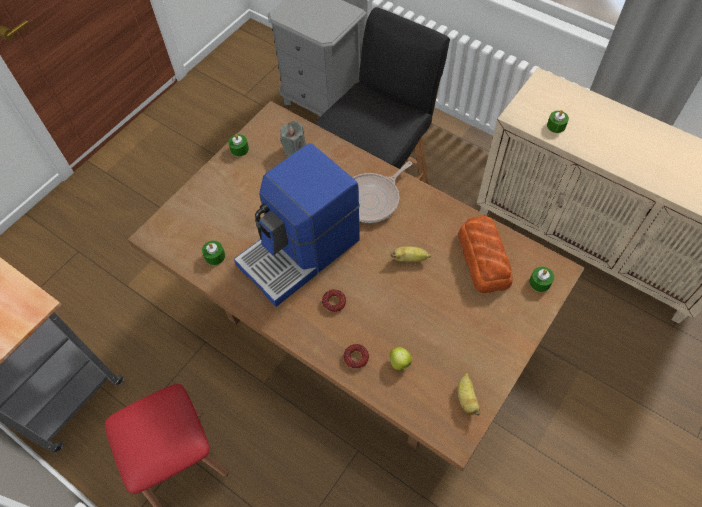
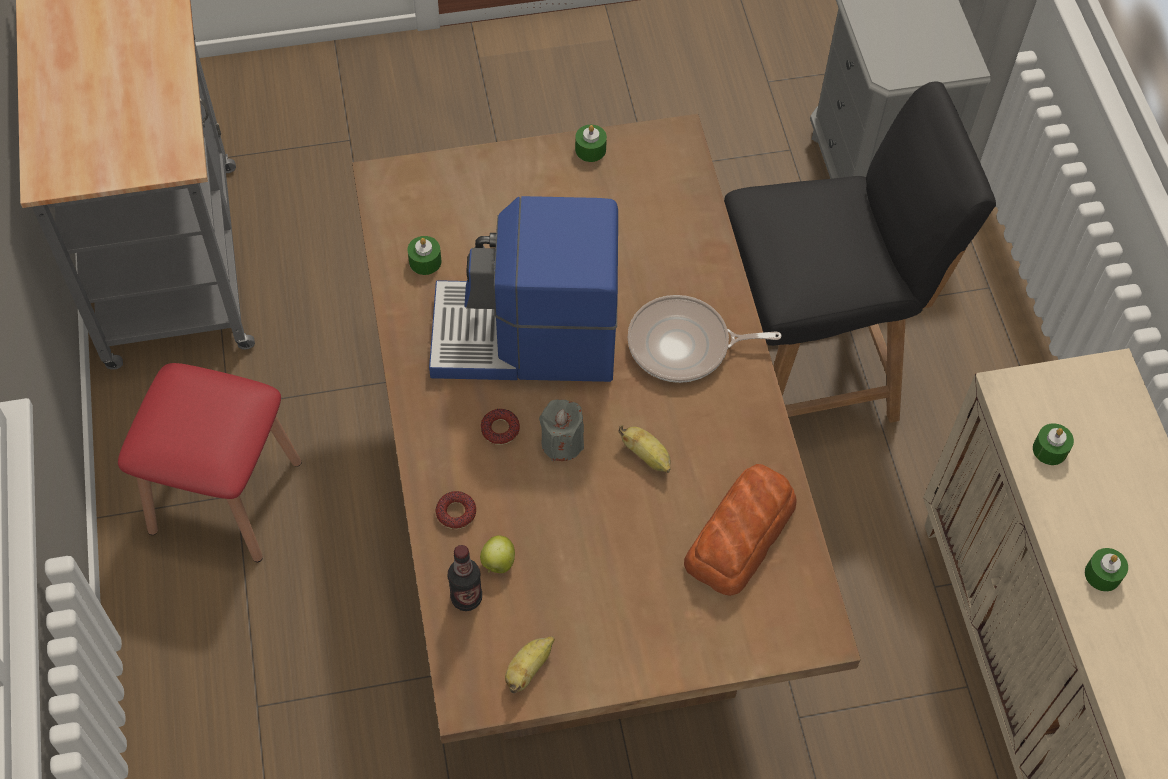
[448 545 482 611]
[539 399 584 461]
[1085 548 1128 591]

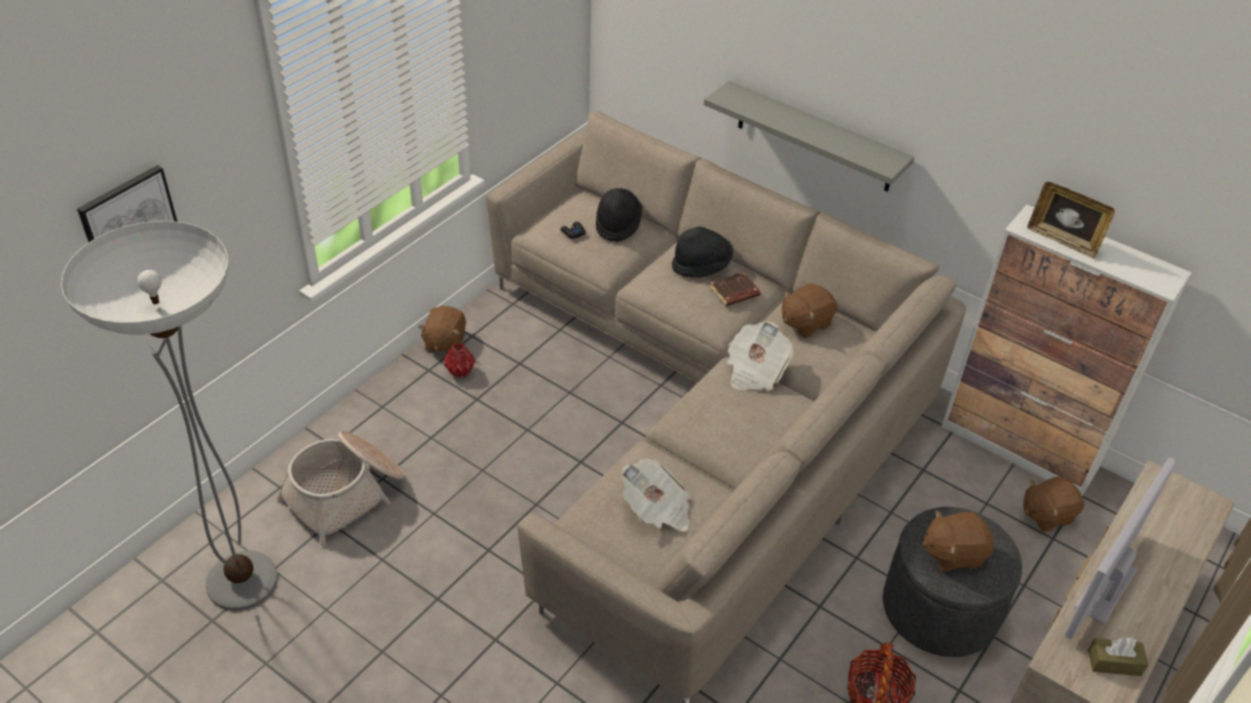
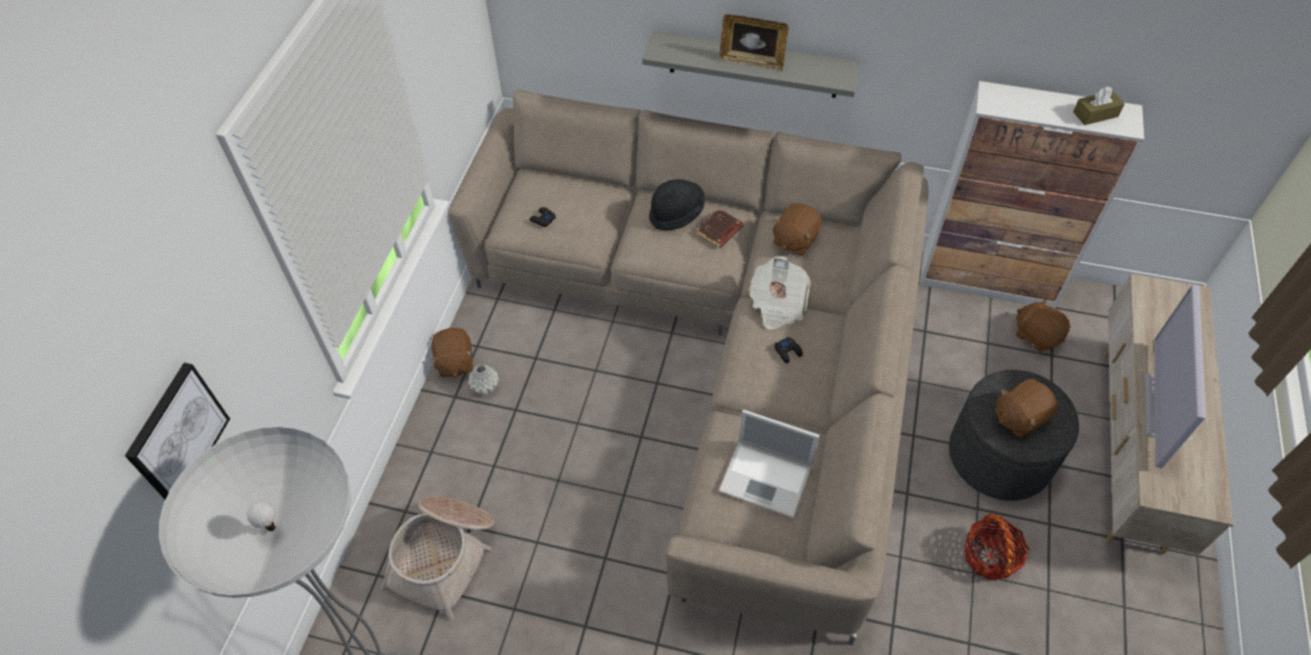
[596 188 642 242] (first image)
[774 337 803 363]
[719 14 788 71]
[1073 87 1125 125]
[719 409 820 518]
[468 364 499 395]
[1016 298 1070 352]

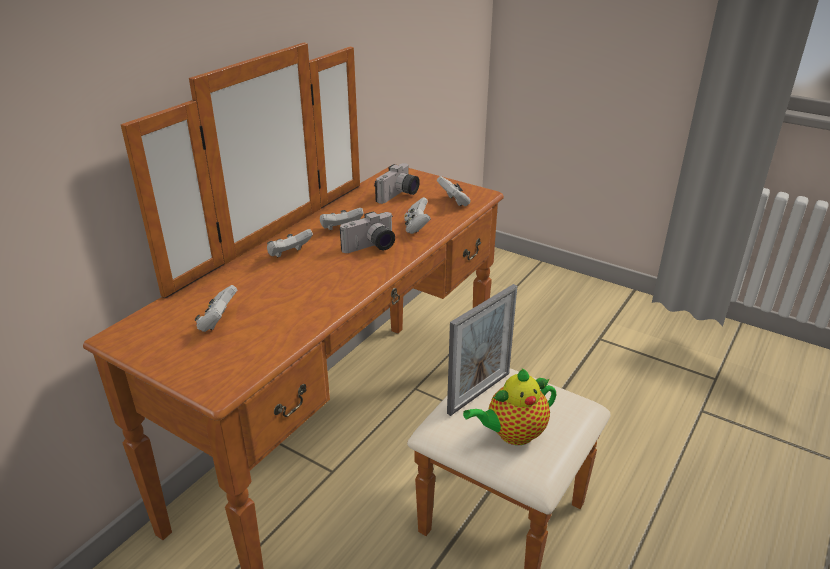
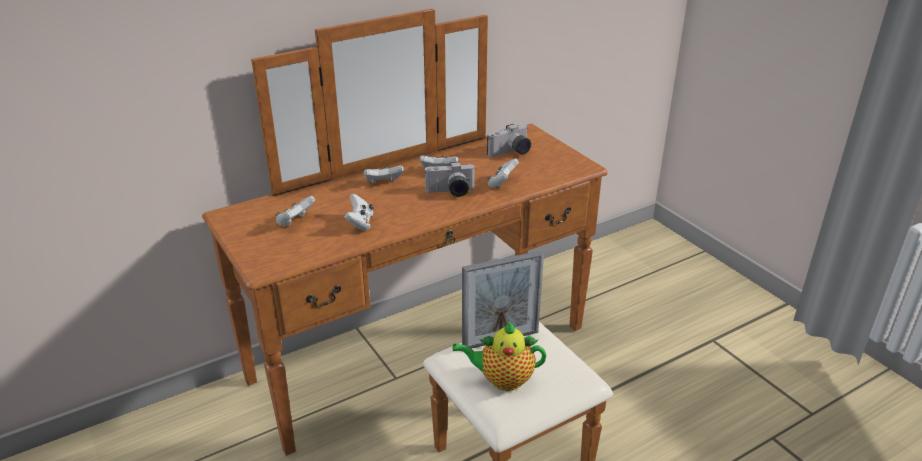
[344 194 374 231]

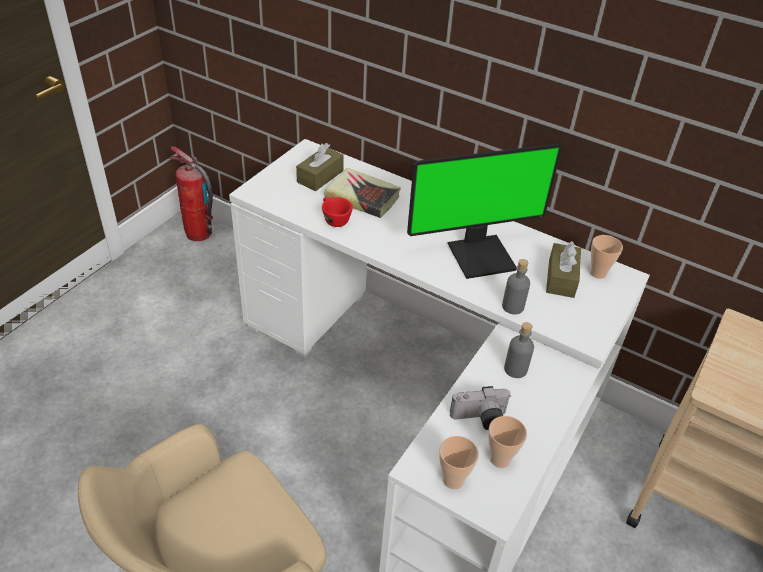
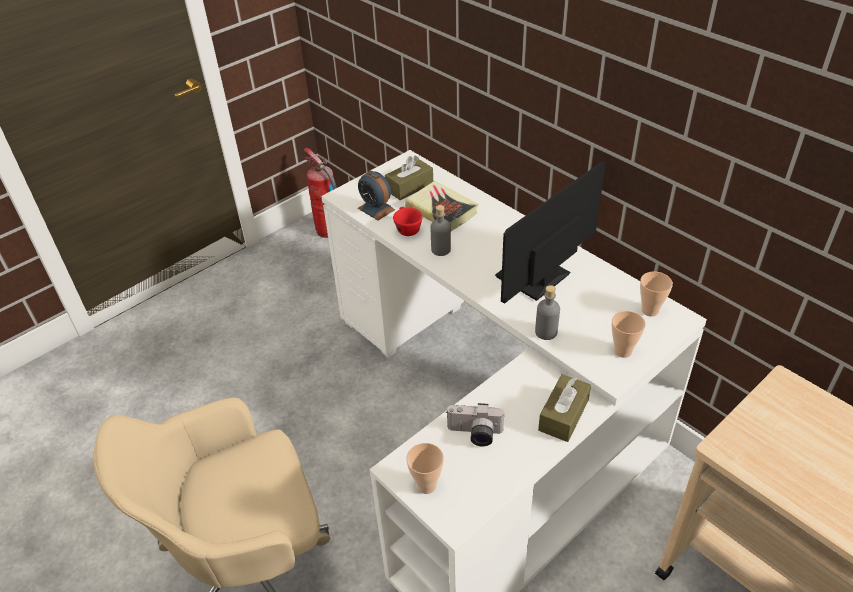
[358 171 395 221]
[612 311 646 358]
[431 205 451 256]
[538 374 591 442]
[495 161 606 303]

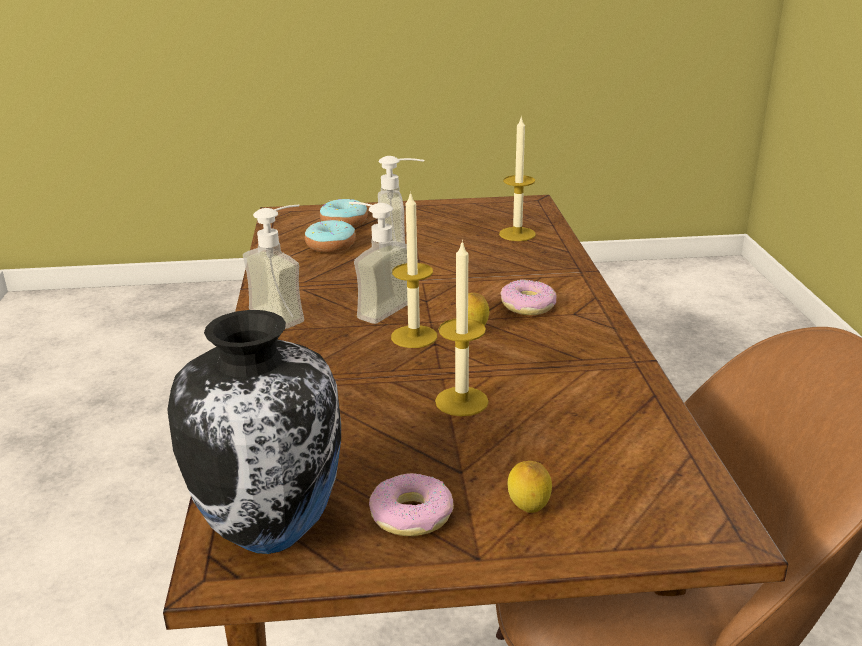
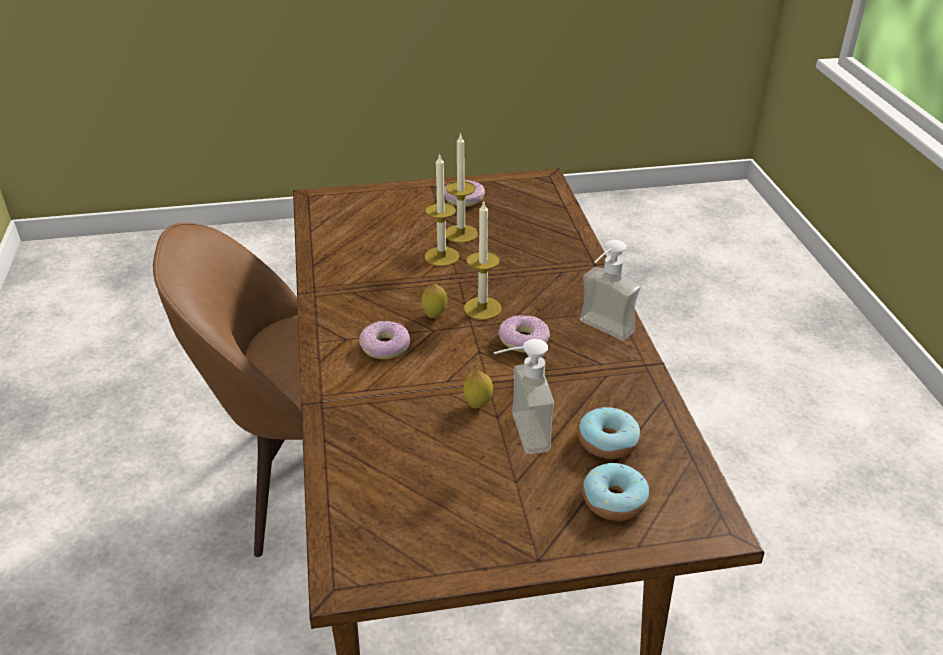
[167 310 341 554] (first image)
[446 133 478 243]
[463 371 493 409]
[498 315 550 353]

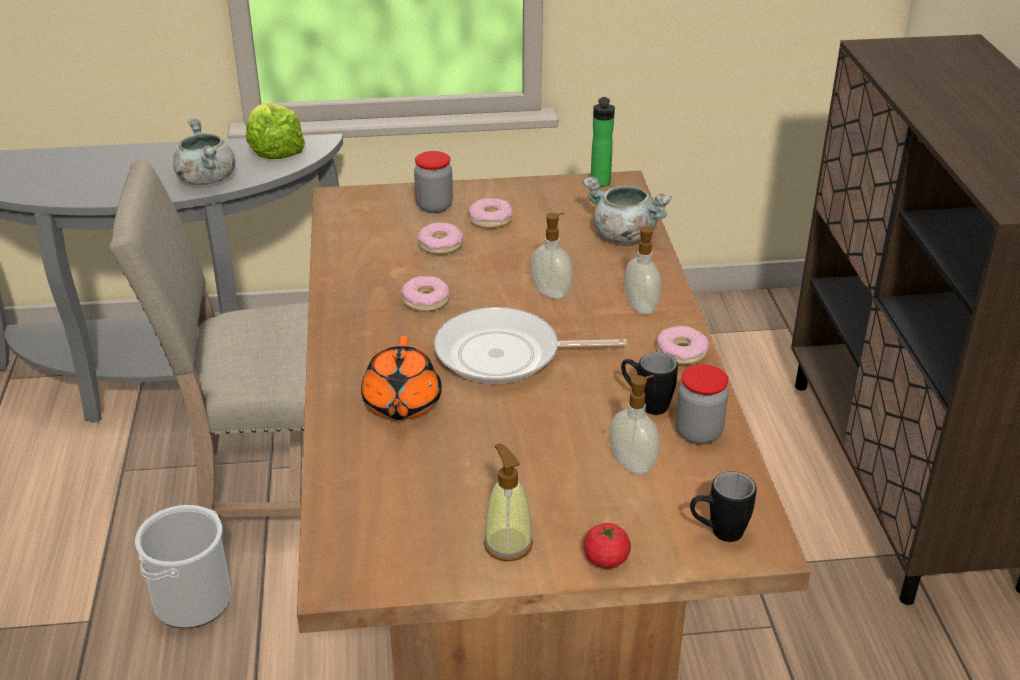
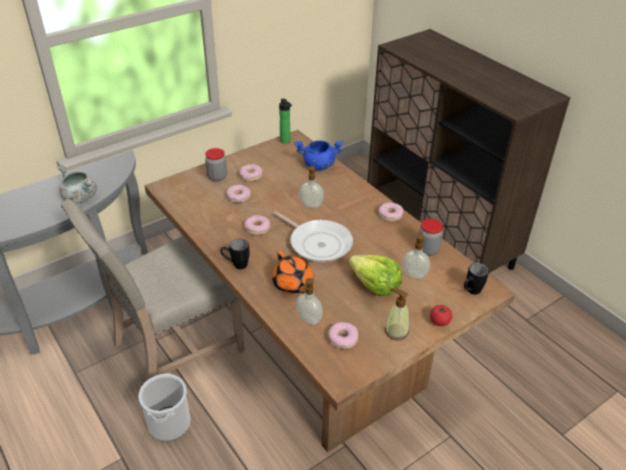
[328 322 358 349]
[349 255 402 296]
[220 239 250 269]
[296 278 323 325]
[294 140 343 170]
[274 211 353 262]

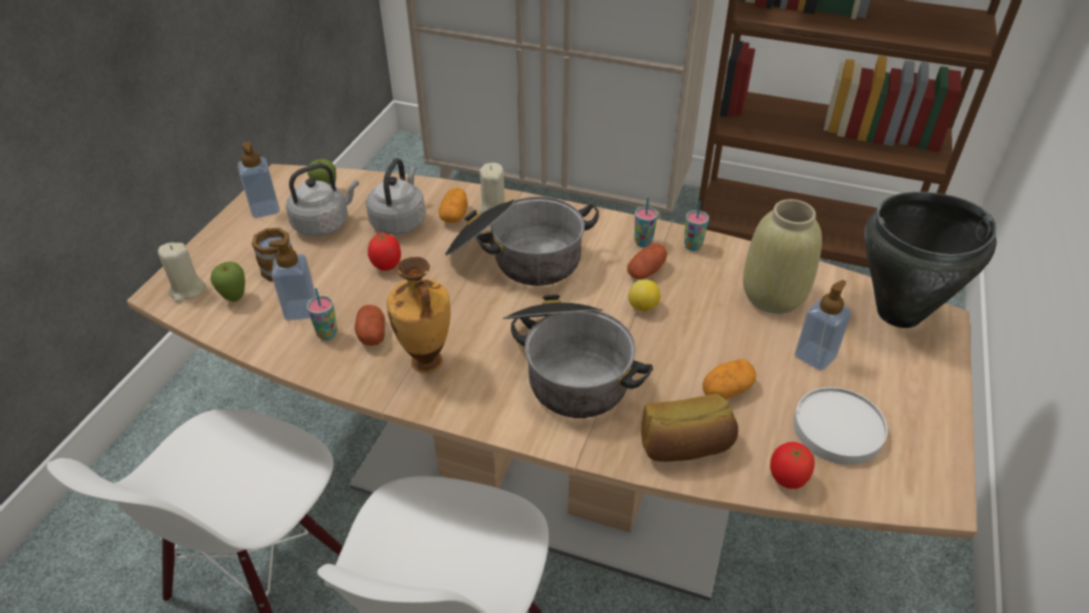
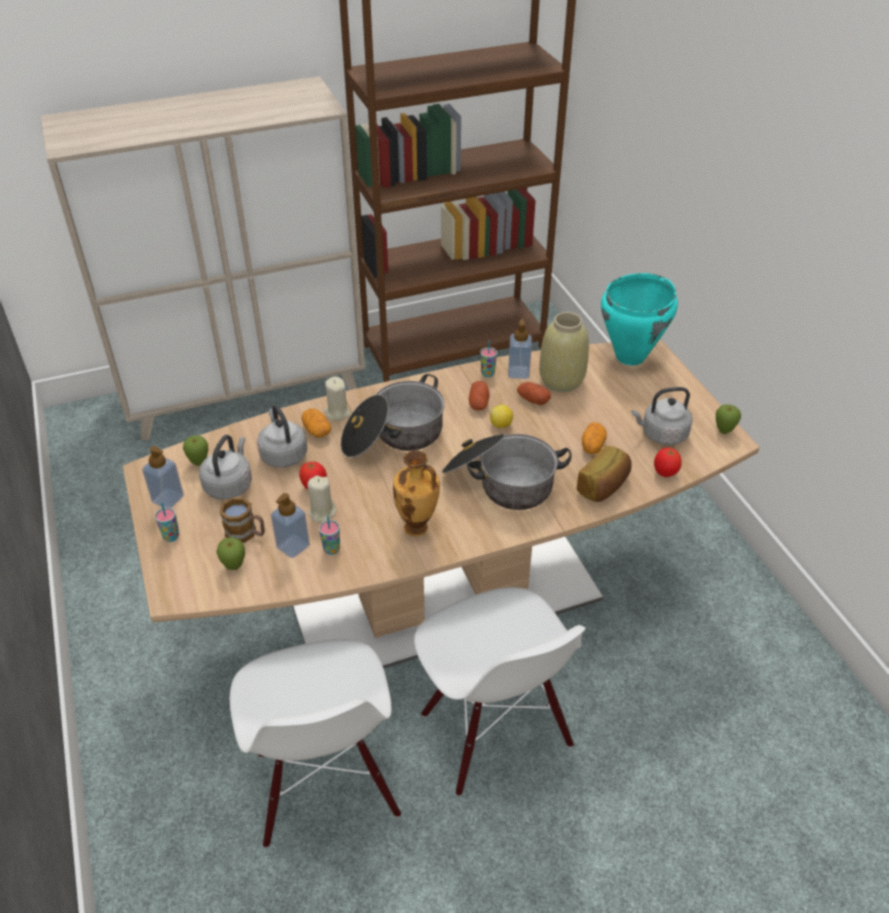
[716 404 741 434]
[307 476 336 522]
[517 382 551 405]
[155 502 179 542]
[508 319 532 379]
[631 387 693 445]
[601 273 678 366]

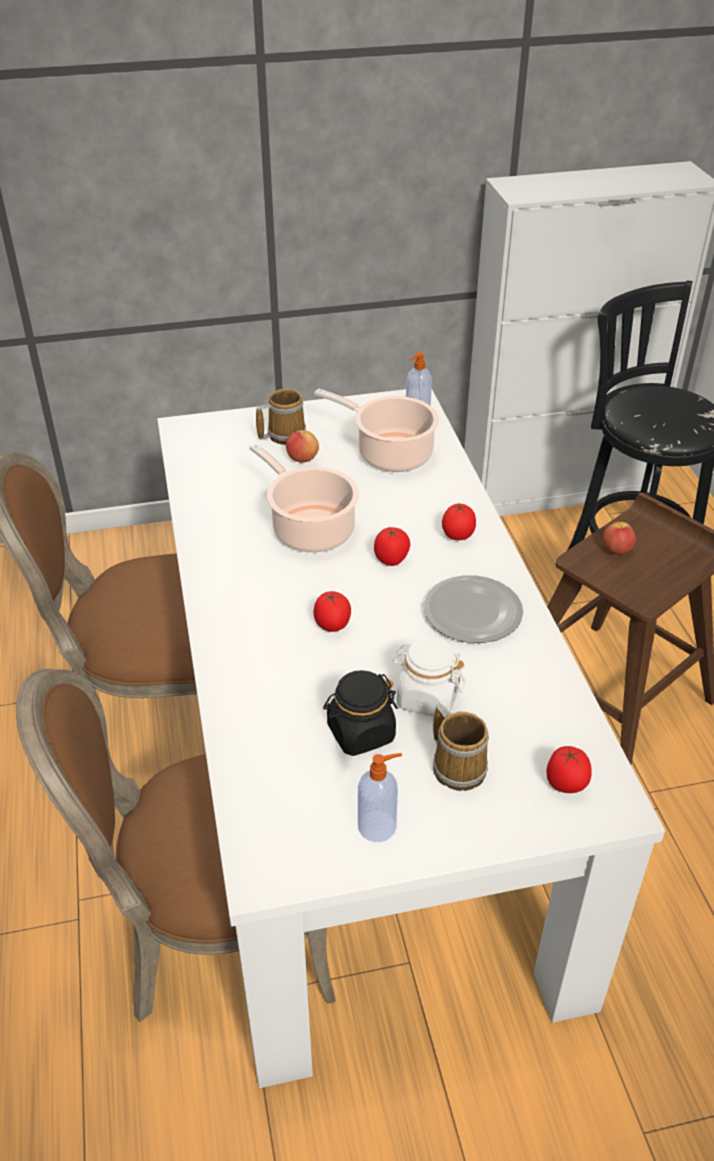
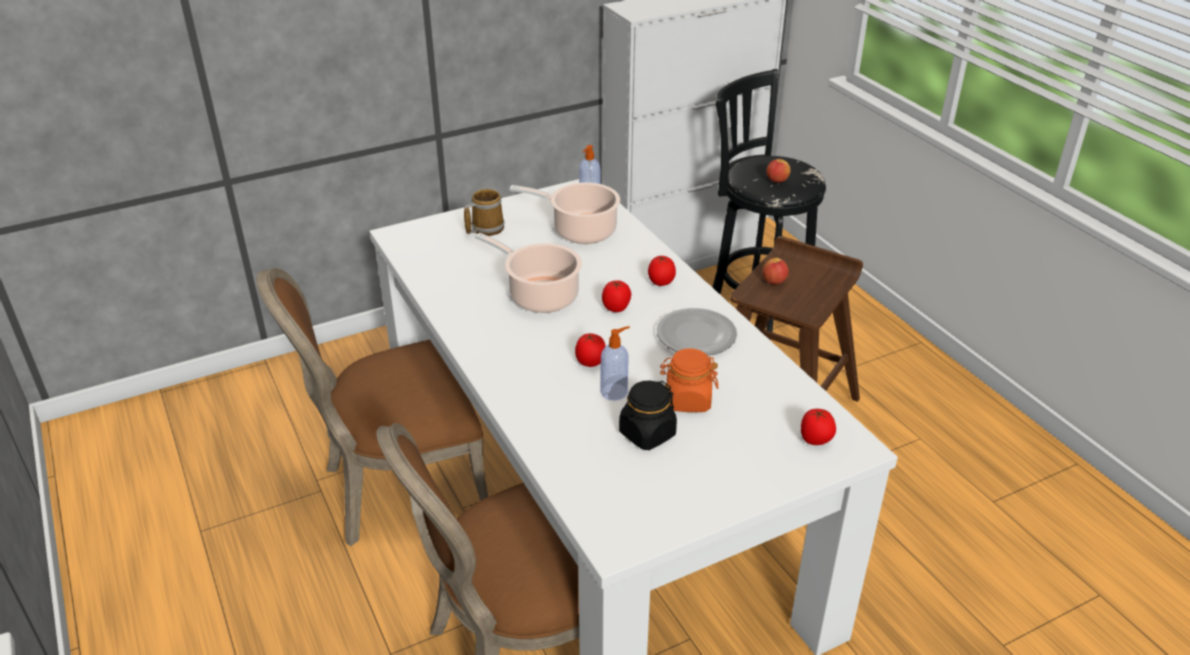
[433 704 489 791] (first image)
[766 159 791 183]
[601 326 630 400]
[660 348 718 412]

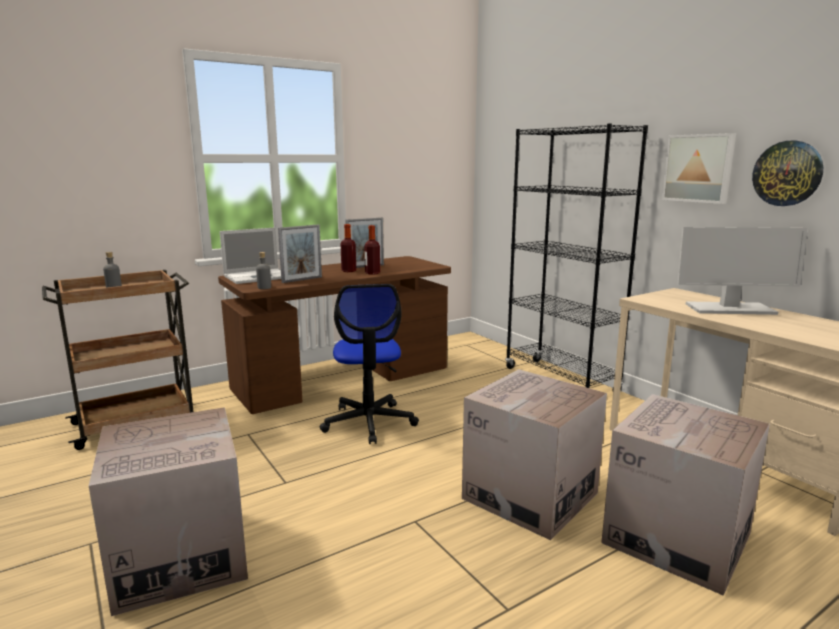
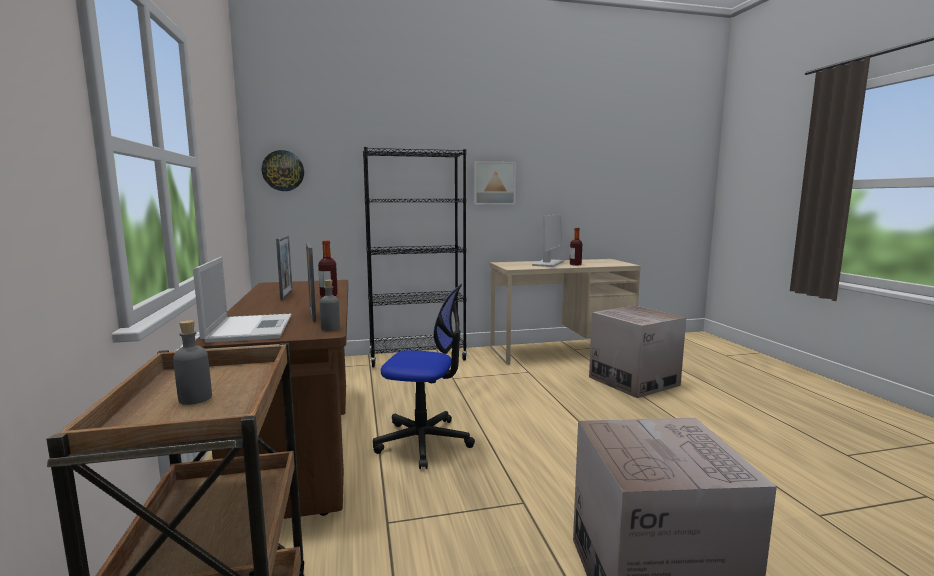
[462 369 607 540] (first image)
[570 228 582 266]
[262 150 304 191]

